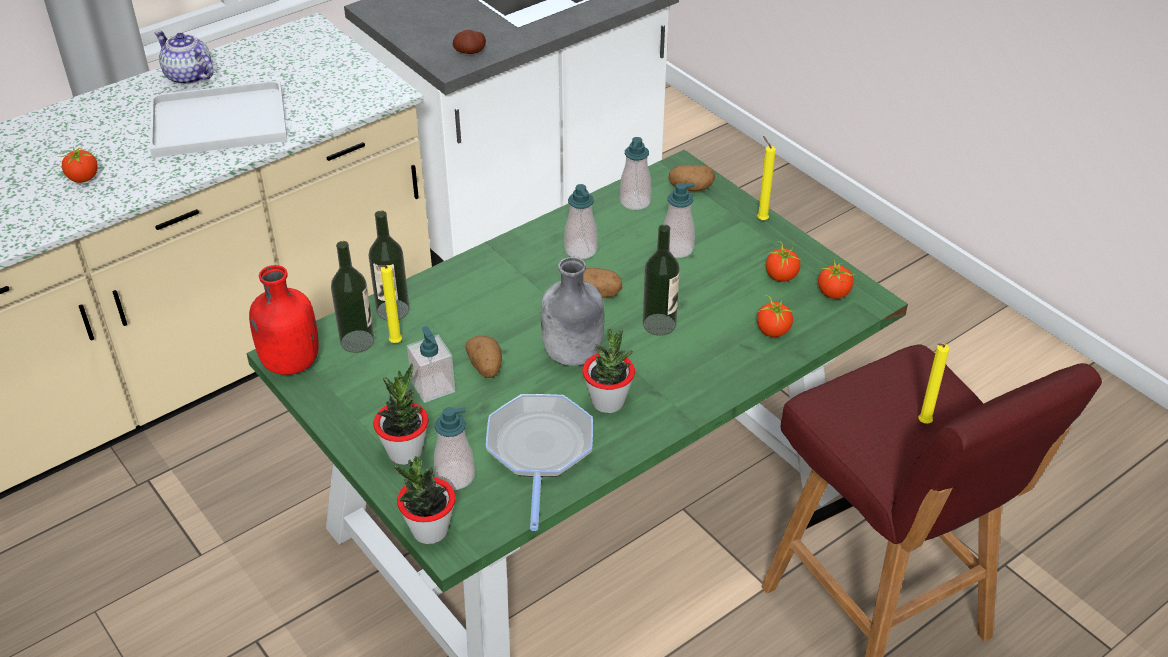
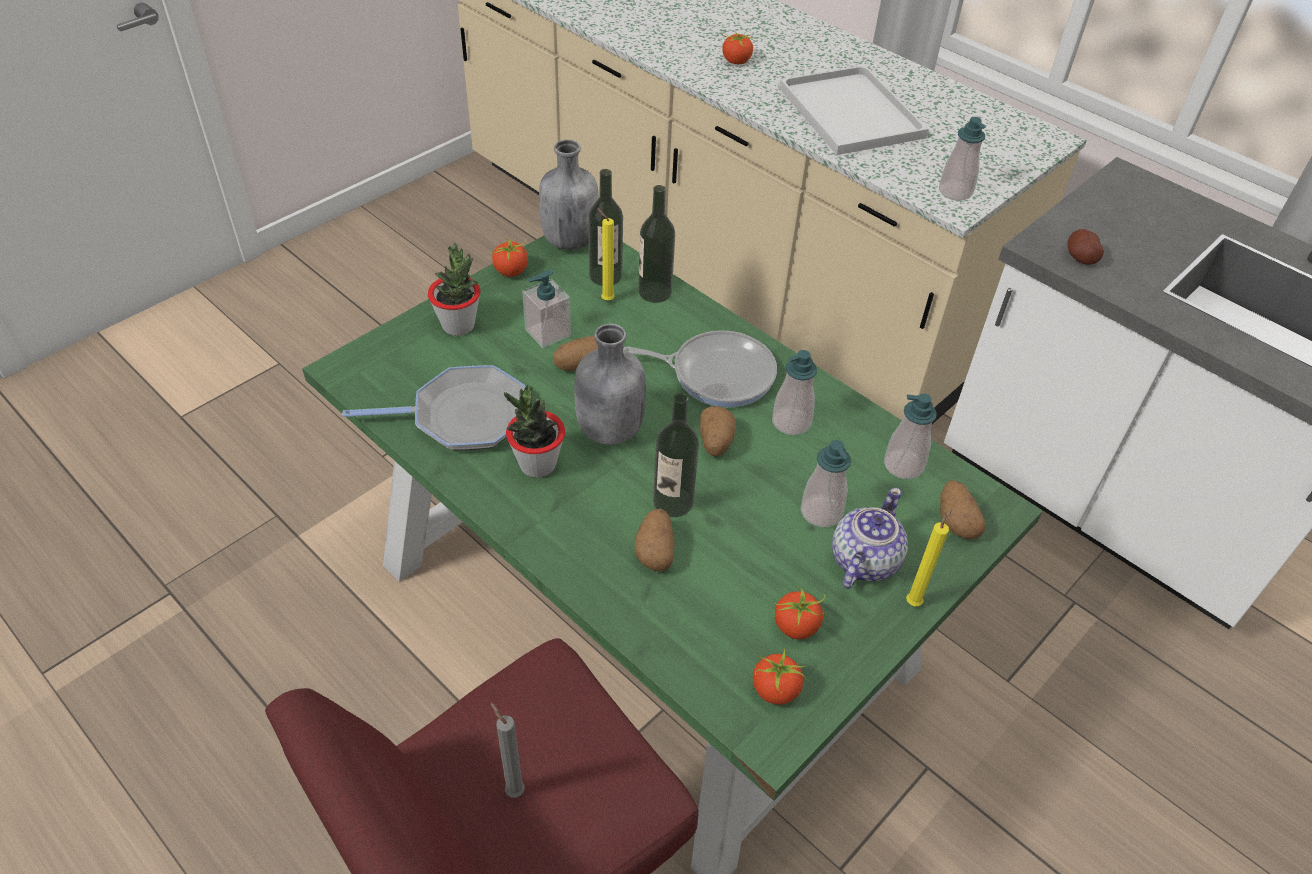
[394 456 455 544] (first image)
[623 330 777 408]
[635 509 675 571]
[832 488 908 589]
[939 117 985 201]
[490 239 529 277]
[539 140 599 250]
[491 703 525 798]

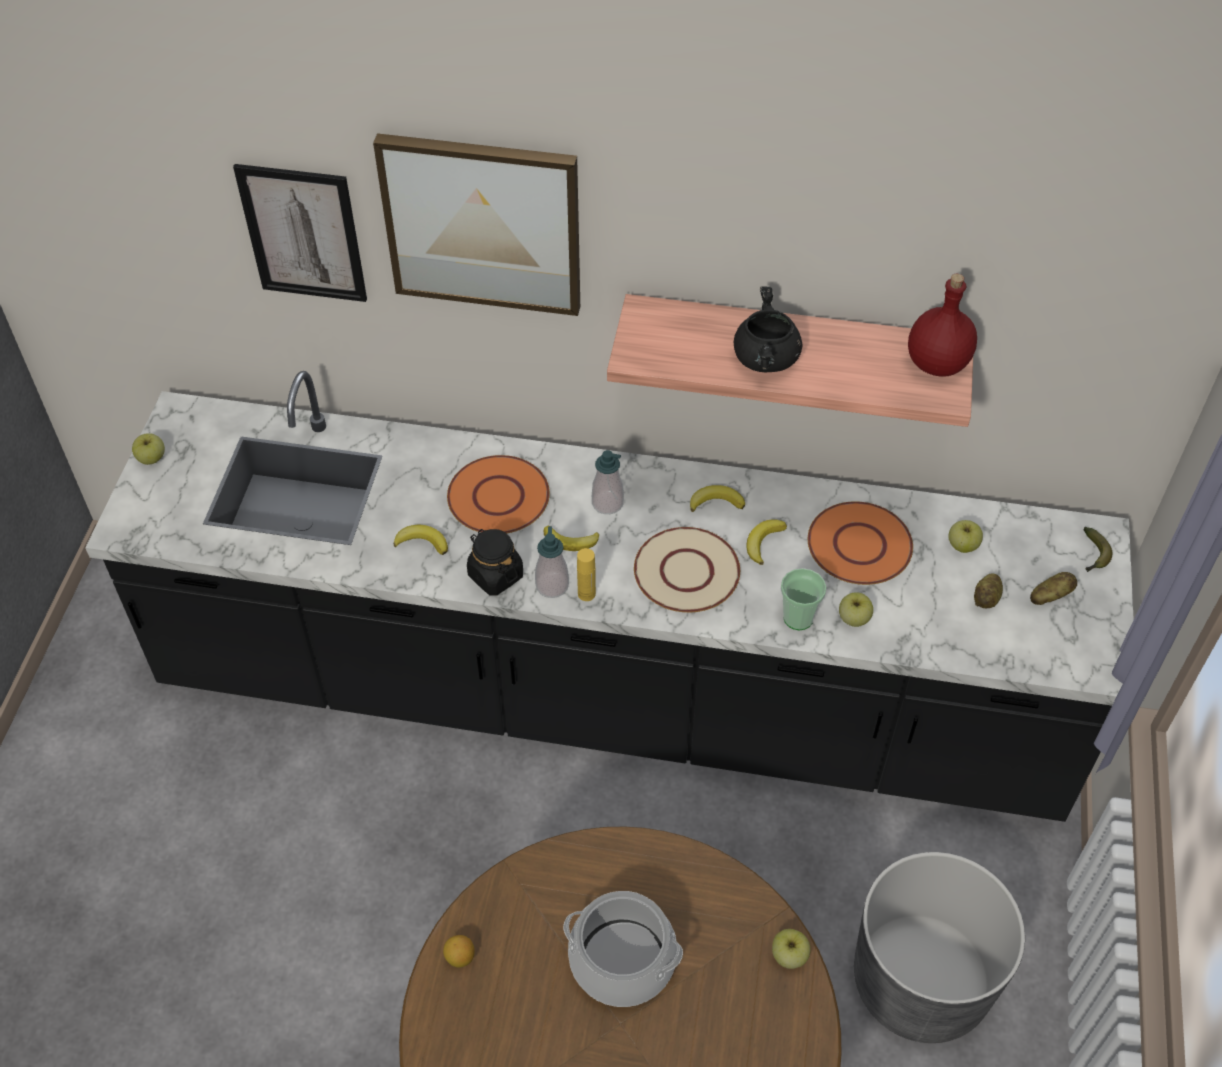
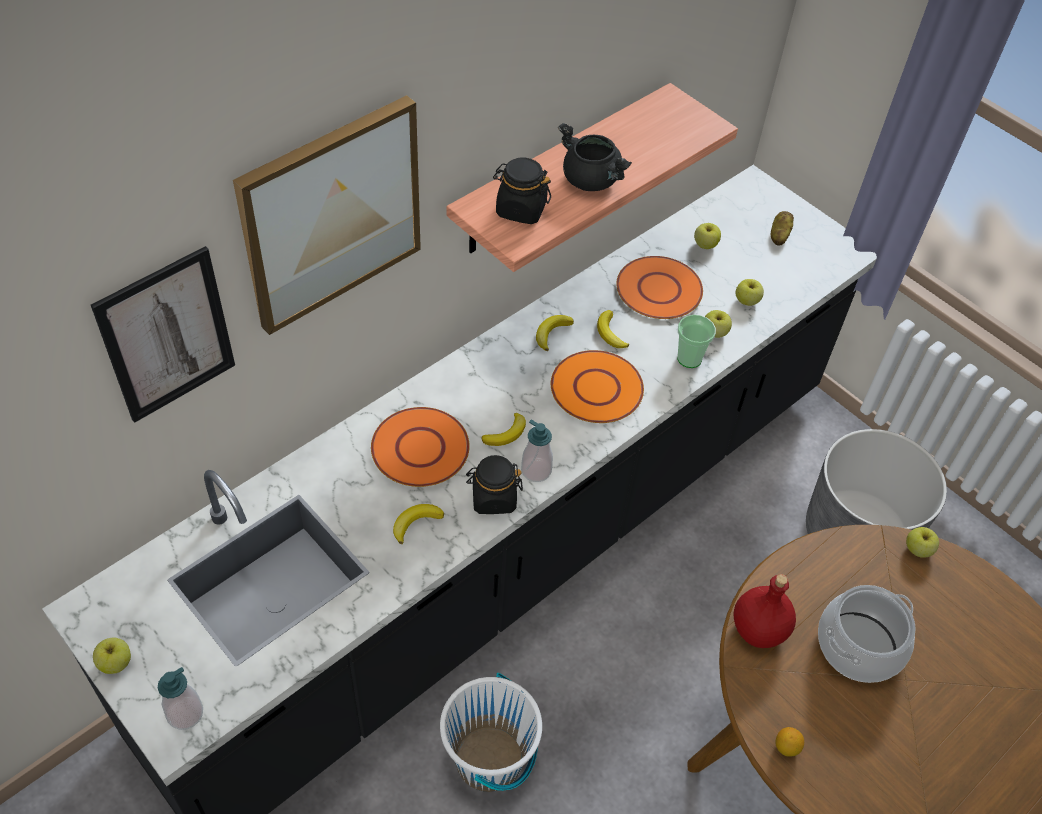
[577 548 596 601] (first image)
[974 573 1003 609] (first image)
[1083 527 1112 572] (first image)
[440 673 542 792]
[493 158 551 224]
[736 279 764 306]
[158 667 203 730]
[734 574 796 648]
[551 350 644 423]

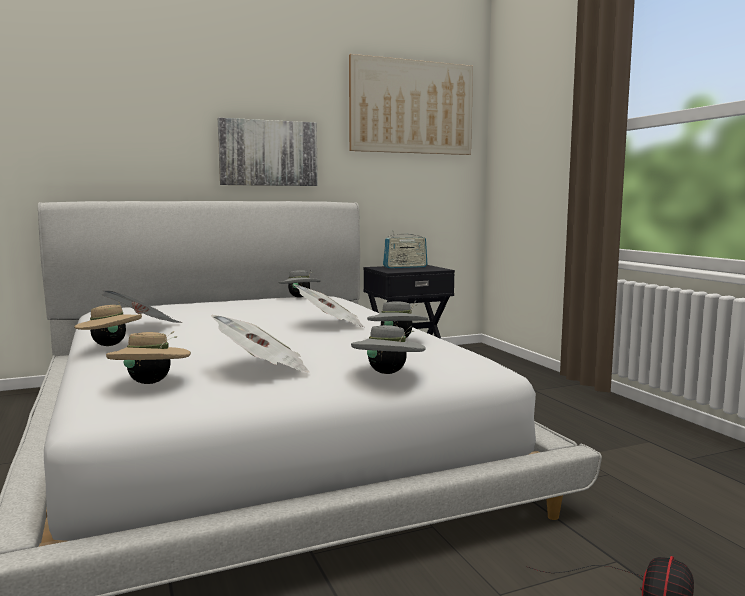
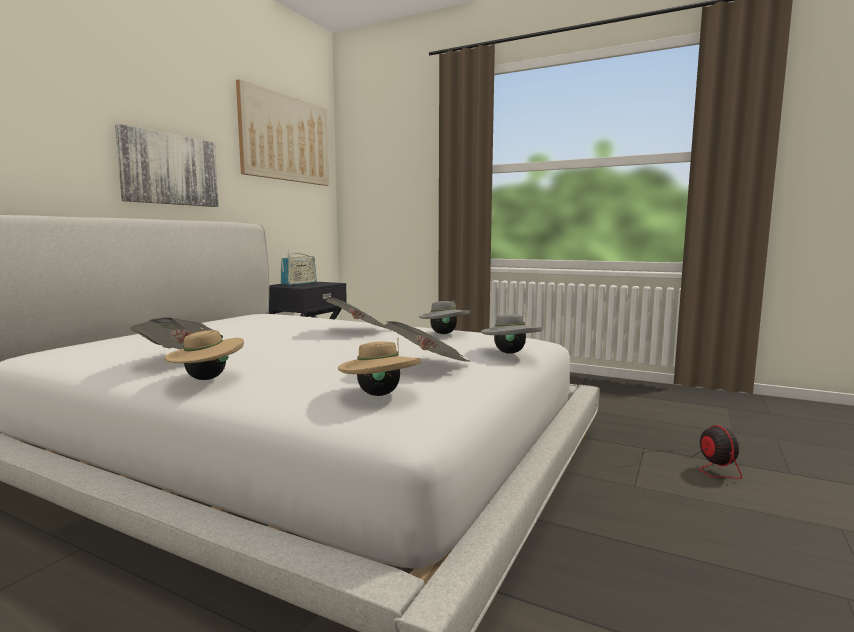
[279 269 321 298] (first image)

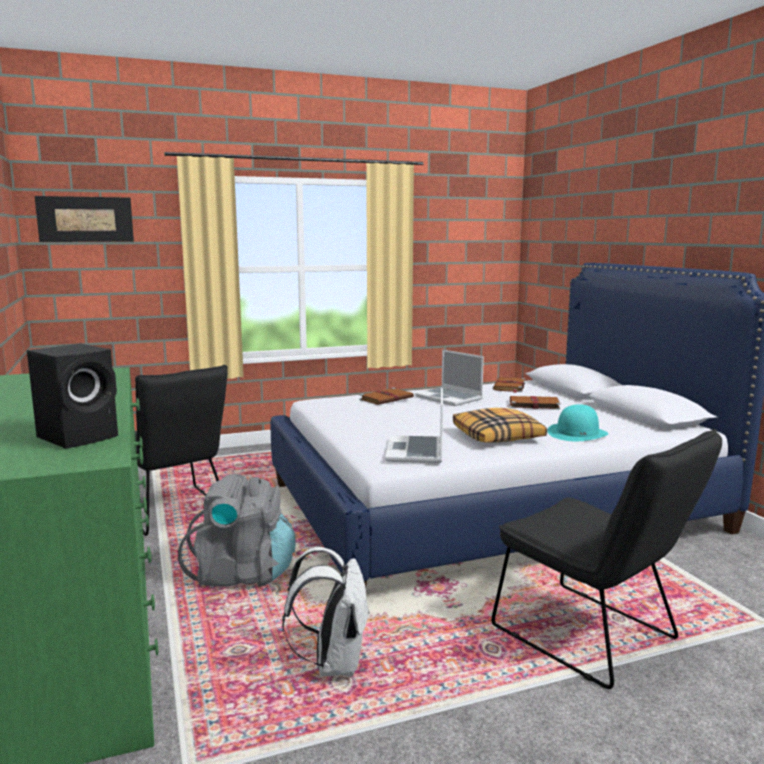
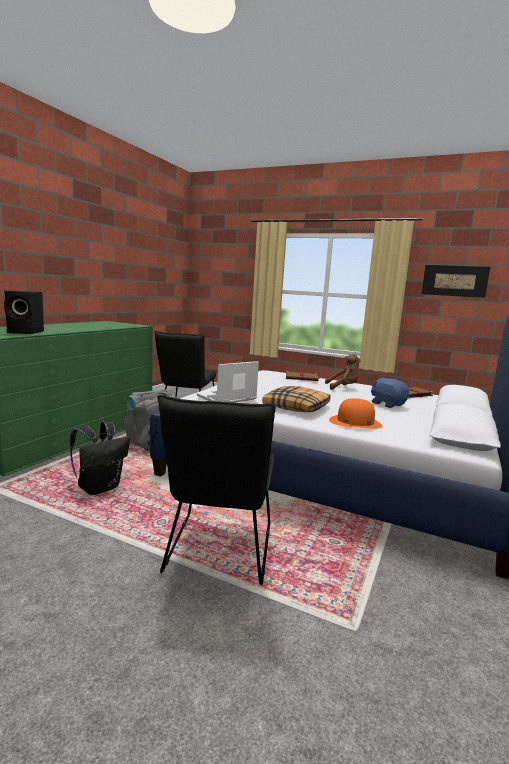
[421 265 490 298]
[325 354 361 390]
[371 378 409 408]
[70 421 130 495]
[329 398 382 429]

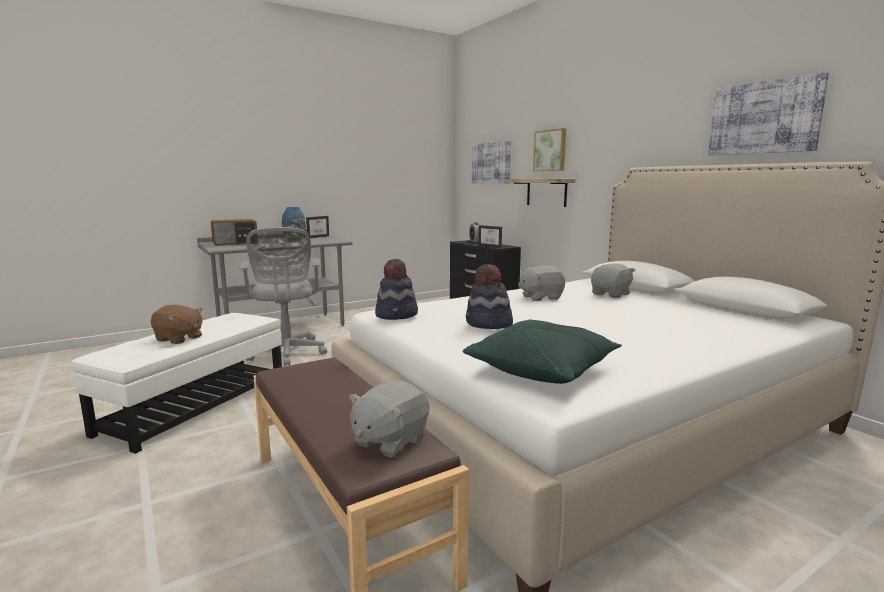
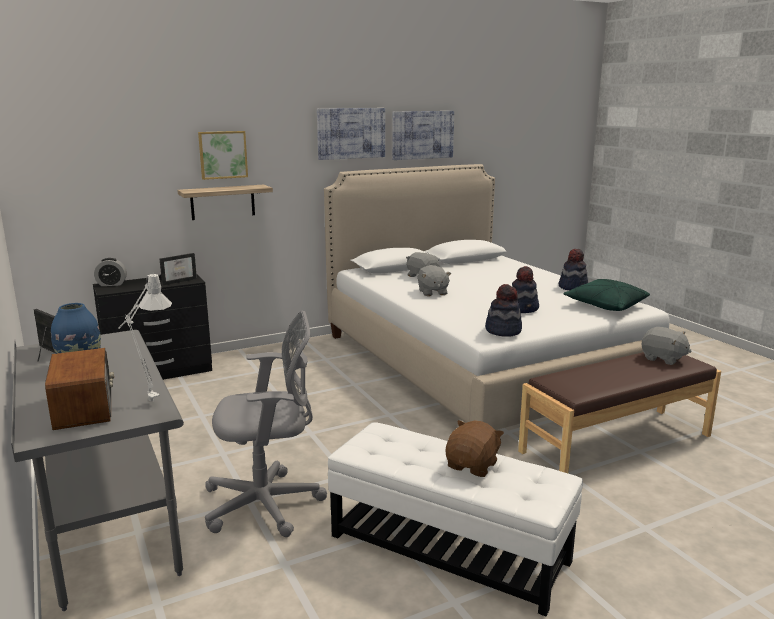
[118 272 172 401]
[559 249 588 290]
[317 108 385 160]

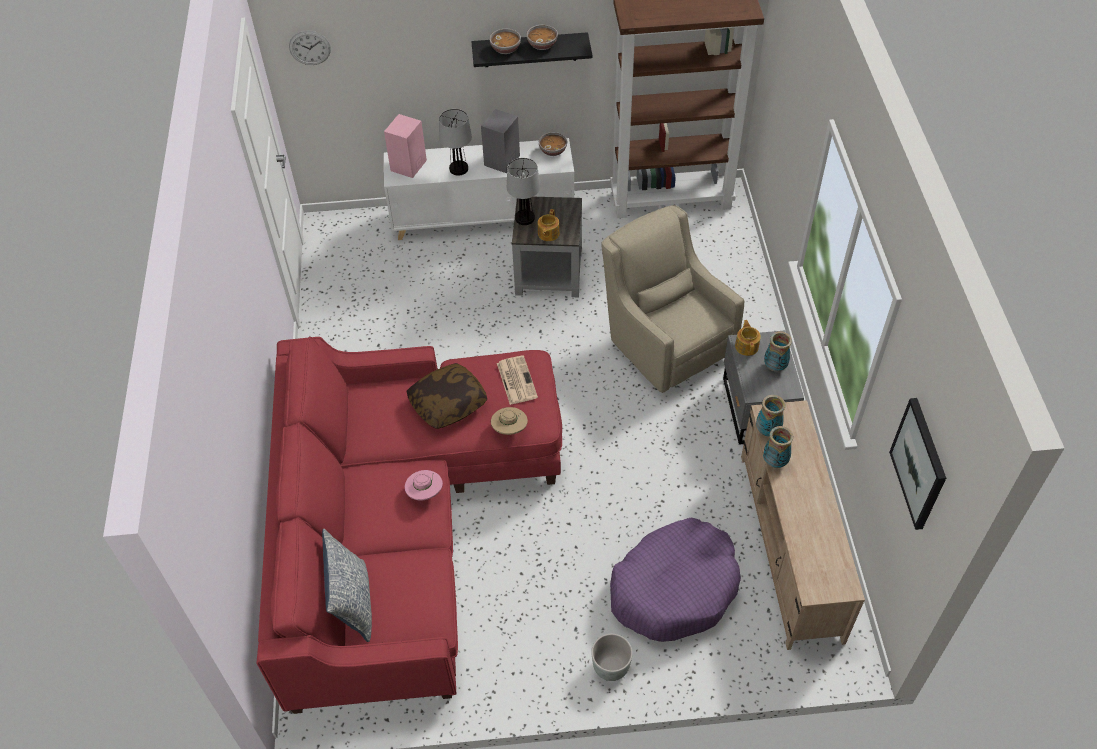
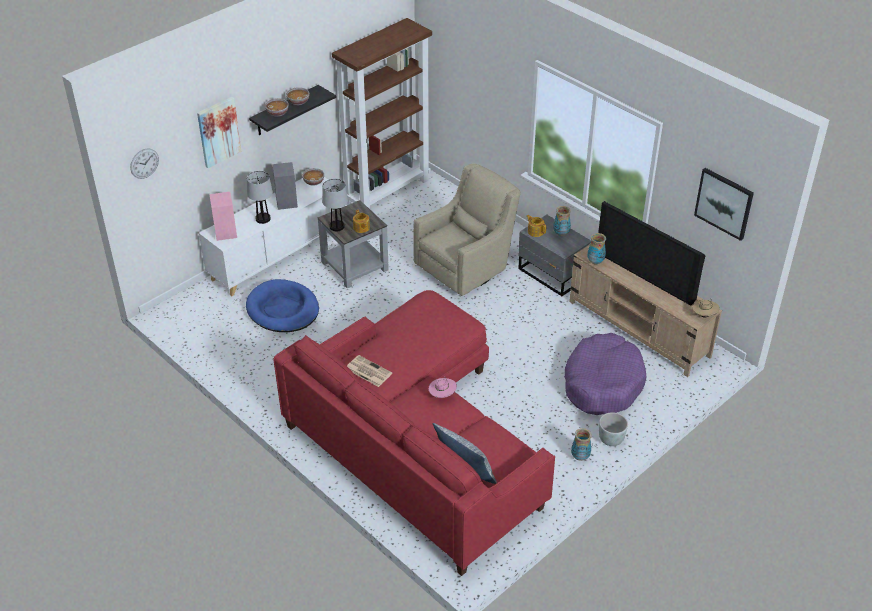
[406 363 487 429] (first image)
[197 97 241 168]
[246 279 319 332]
[598 201 705 306]
[692 298 720 318]
[347 355 392 387]
[571 428 592 461]
[413 163 521 296]

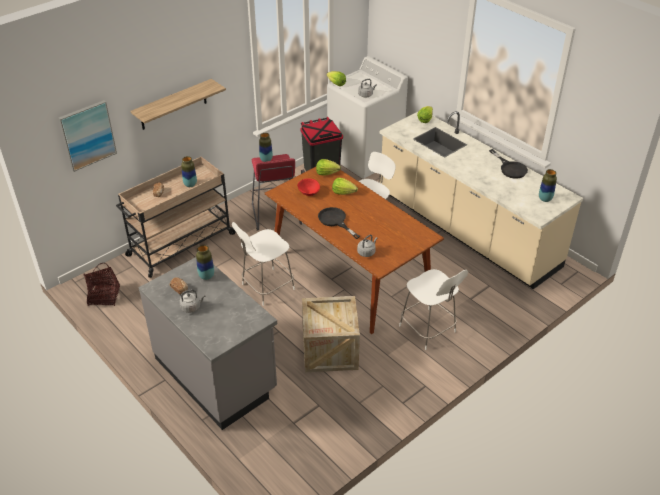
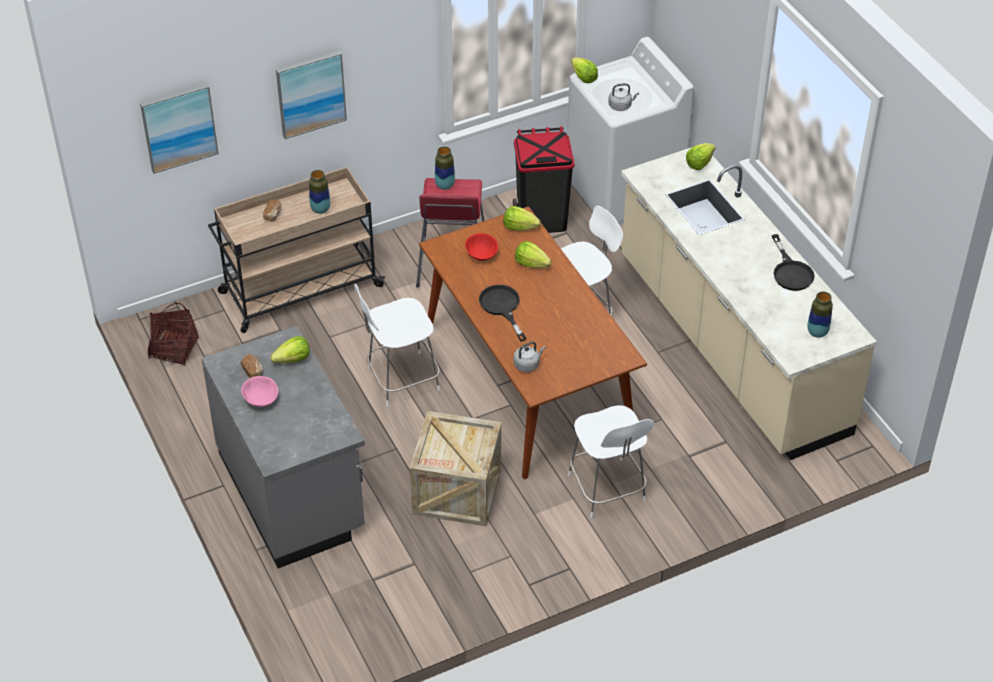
[276 51 347 139]
[241 376 278 407]
[270 336 310 363]

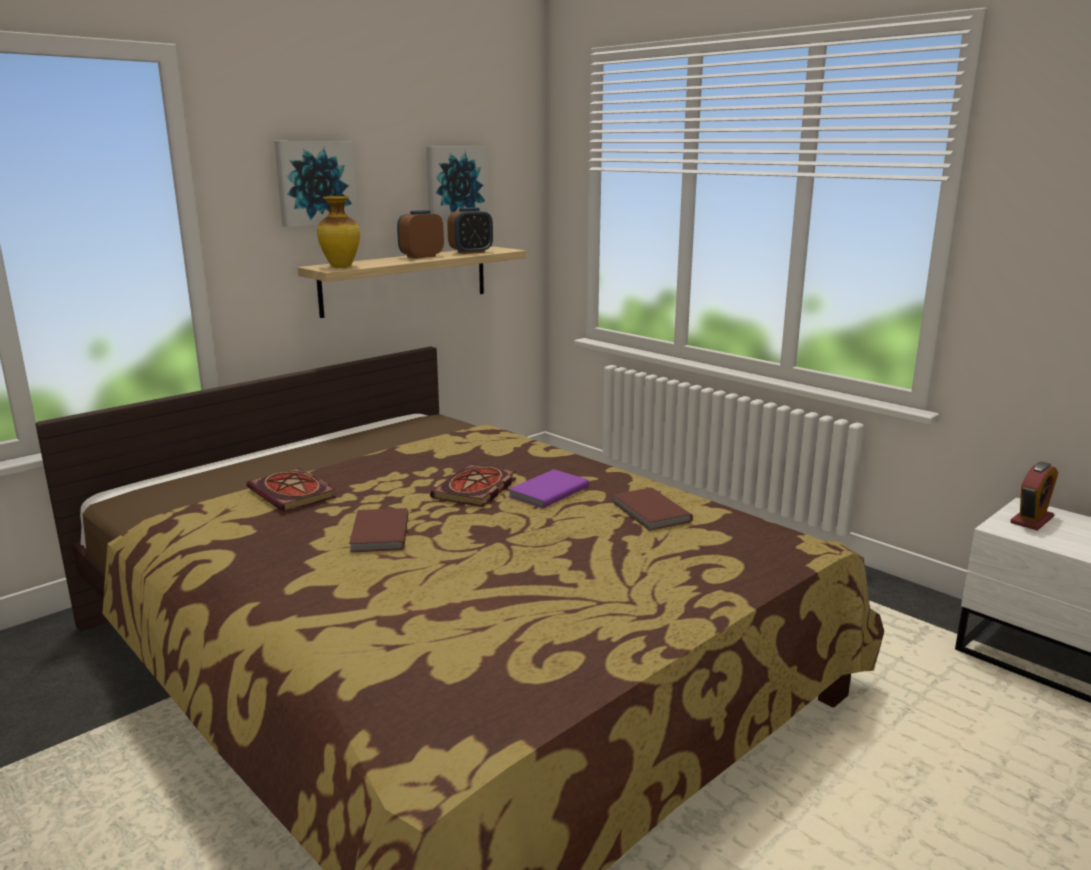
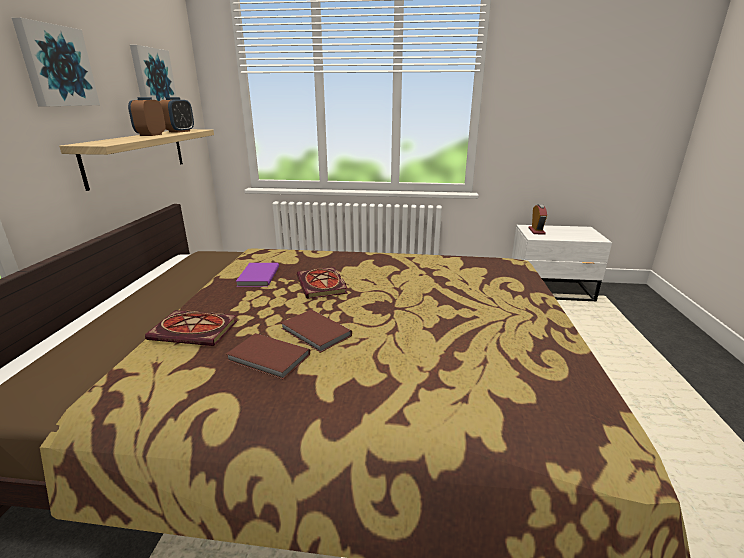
[317 196 360 268] (first image)
[236 263 279 287]
[226 333 310 379]

